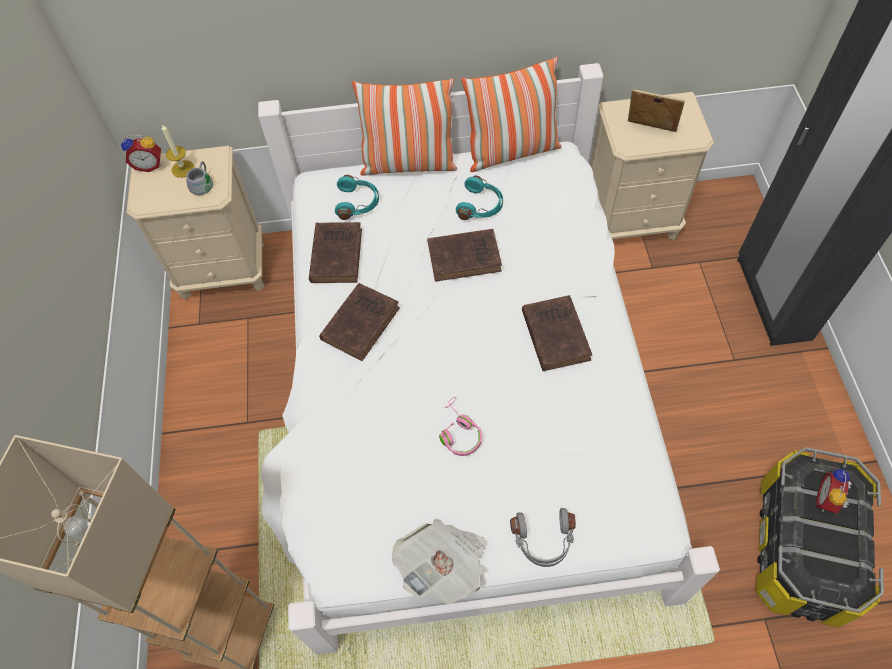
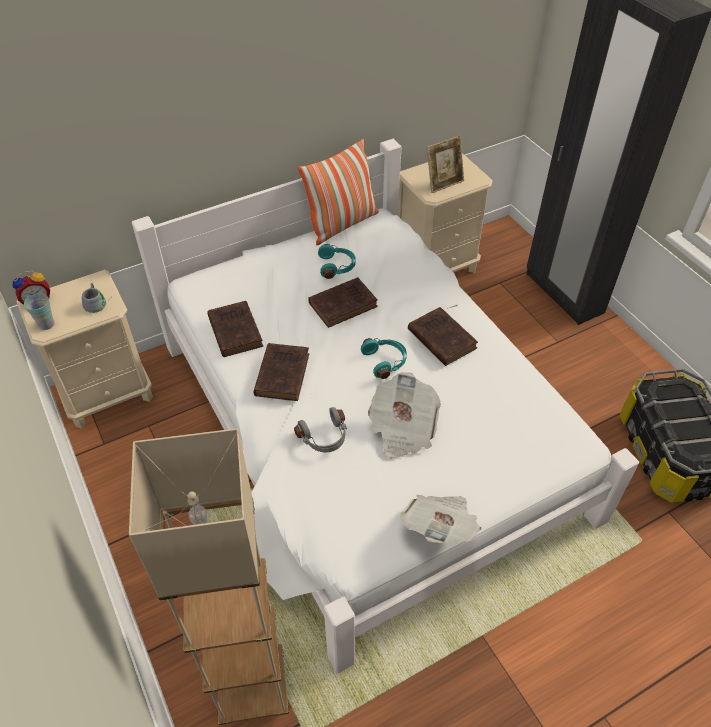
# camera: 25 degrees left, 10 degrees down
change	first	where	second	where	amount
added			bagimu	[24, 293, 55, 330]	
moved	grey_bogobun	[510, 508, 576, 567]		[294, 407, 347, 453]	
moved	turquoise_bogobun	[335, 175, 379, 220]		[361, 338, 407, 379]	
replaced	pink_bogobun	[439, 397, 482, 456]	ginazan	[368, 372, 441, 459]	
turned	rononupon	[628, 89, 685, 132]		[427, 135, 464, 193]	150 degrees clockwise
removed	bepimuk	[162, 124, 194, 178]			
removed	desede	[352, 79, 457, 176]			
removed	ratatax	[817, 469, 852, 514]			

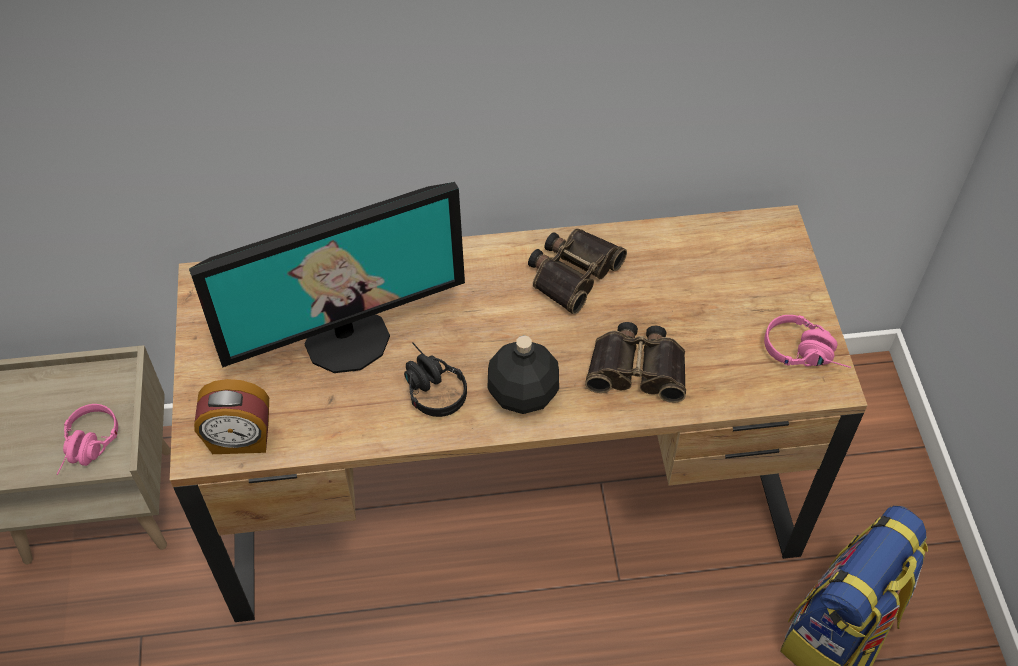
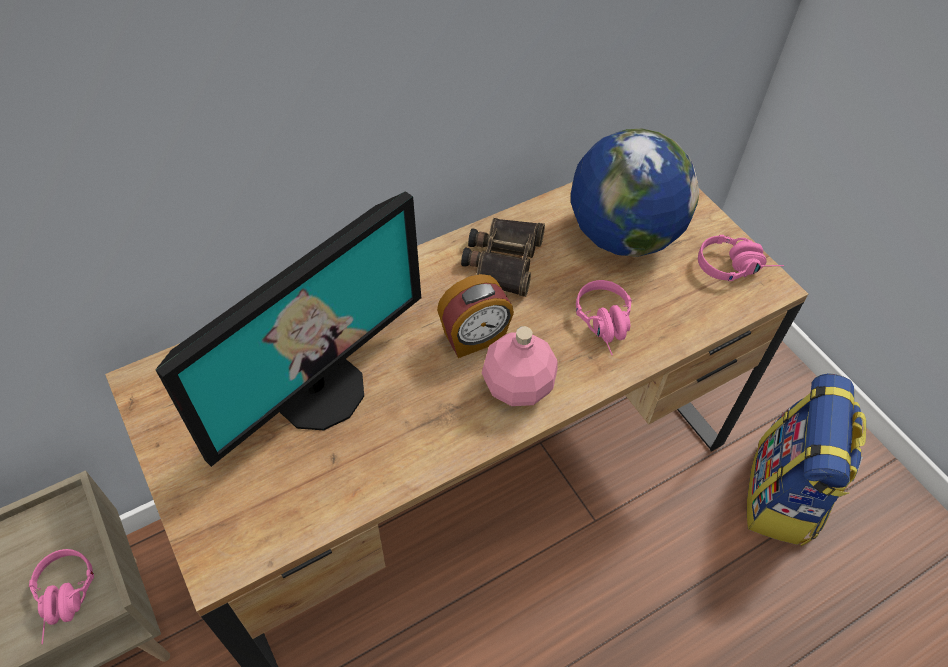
# camera: 25 degrees left, 0 degrees up
change	first	where	second	where	amount
moved	ratatax	[194, 379, 269, 454]		[437, 274, 514, 358]	
recoloured	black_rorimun	[487, 335, 559, 414]	pink_rorimun	[482, 326, 558, 406]	
added			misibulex	[571, 128, 699, 257]	
replaced	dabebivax	[585, 322, 686, 403]	pink_bogobun	[576, 280, 632, 355]	
removed	black_bogobun	[404, 342, 467, 417]			

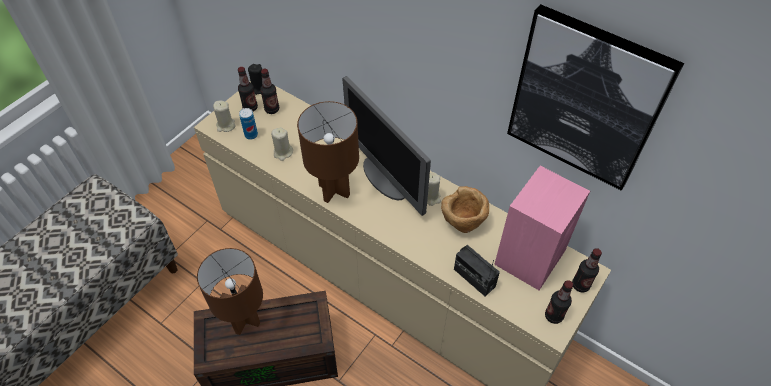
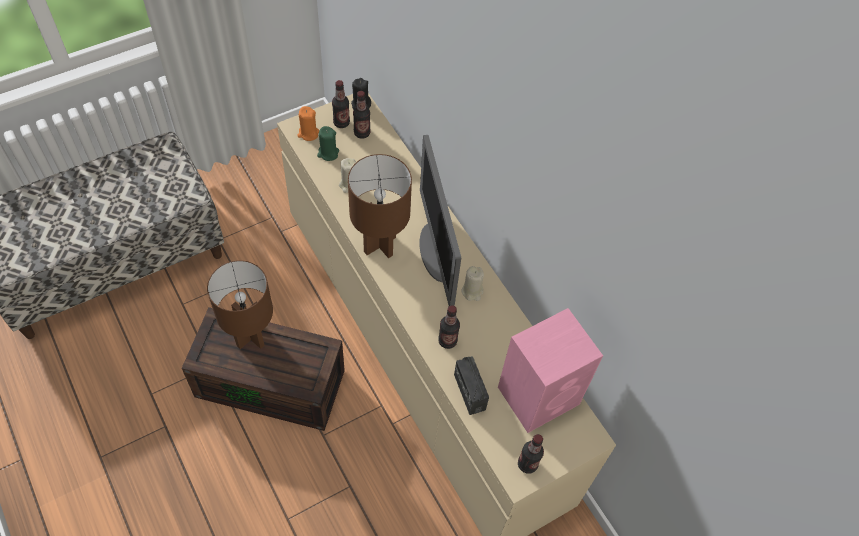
# camera: 20 degrees right, 5 degrees up
change	first	where	second	where	amount
recoloured	beige_bepimuk	[213, 100, 236, 132]	orange_bepimuk	[298, 106, 319, 141]	
replaced	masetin	[239, 108, 258, 140]	green_bepimuk	[317, 126, 339, 161]	
moved	rorimun	[572, 248, 602, 293]		[438, 305, 460, 349]	
removed	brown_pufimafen	[441, 186, 489, 233]			
removed	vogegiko	[507, 4, 684, 191]			

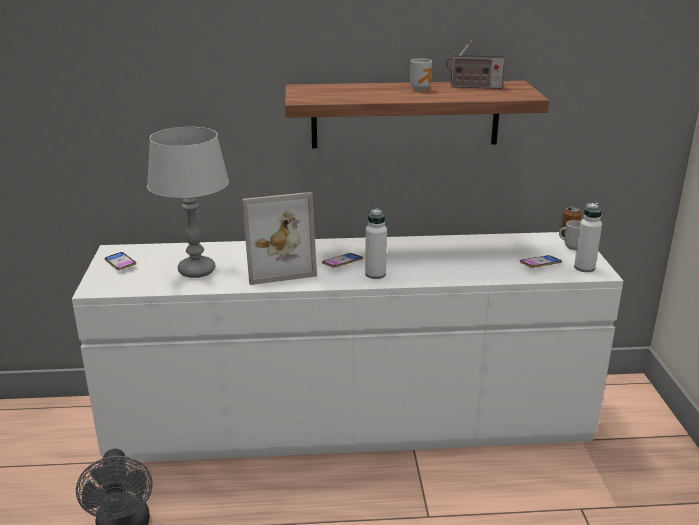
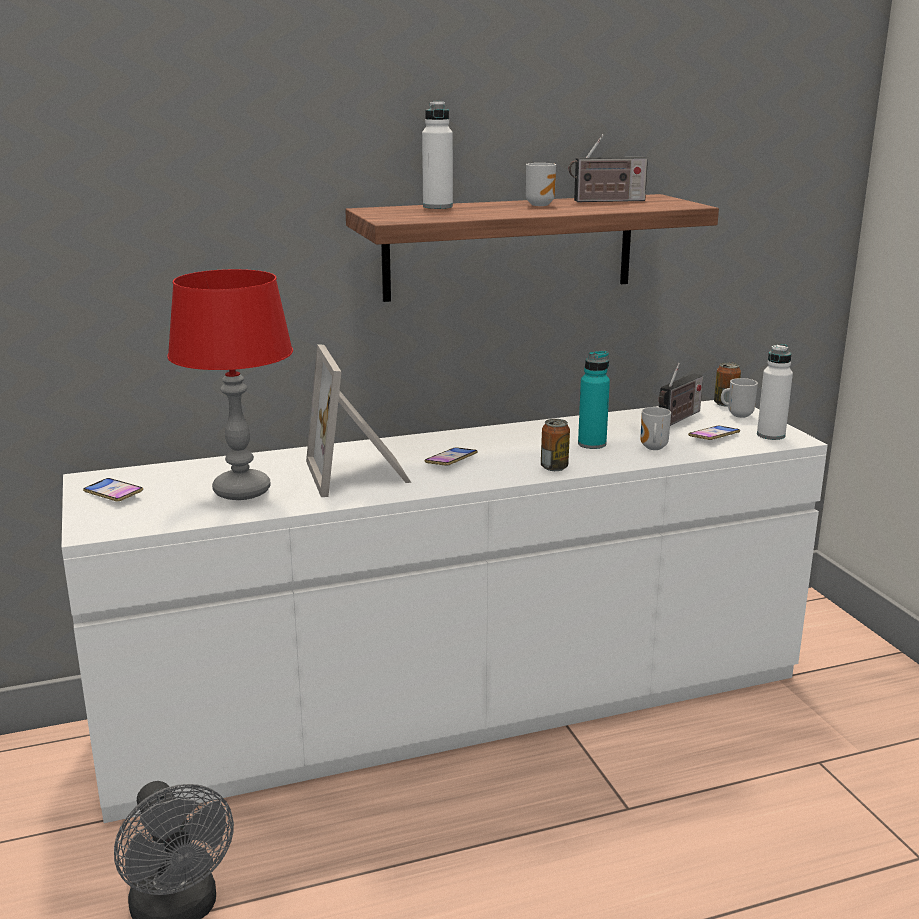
# camera: 15 degrees left, 5 degrees down
change	first	where	second	where	amount
recoloured	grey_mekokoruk	[147, 127, 229, 278]	red_mekokoruk	[167, 269, 293, 500]	
turned	rononupon	[242, 192, 317, 285]		[306, 344, 411, 497]	105 degrees clockwise
moved	white_rorimun	[365, 208, 387, 279]		[422, 101, 453, 209]	
added			masetin	[541, 419, 570, 471]	
added			turquoise_rorimun	[578, 351, 610, 449]	
added			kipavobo	[640, 407, 671, 450]	
added			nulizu	[659, 363, 703, 426]	

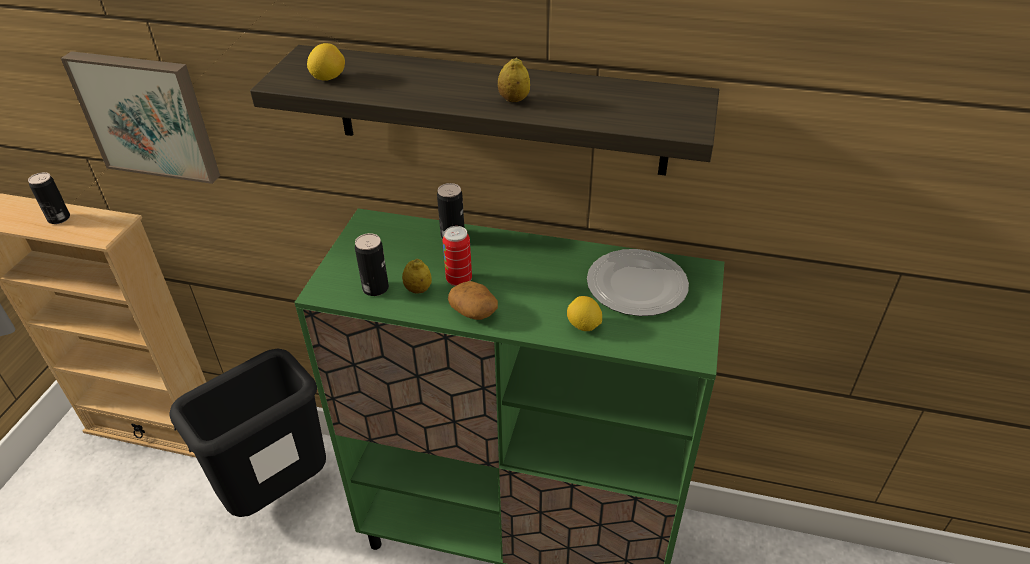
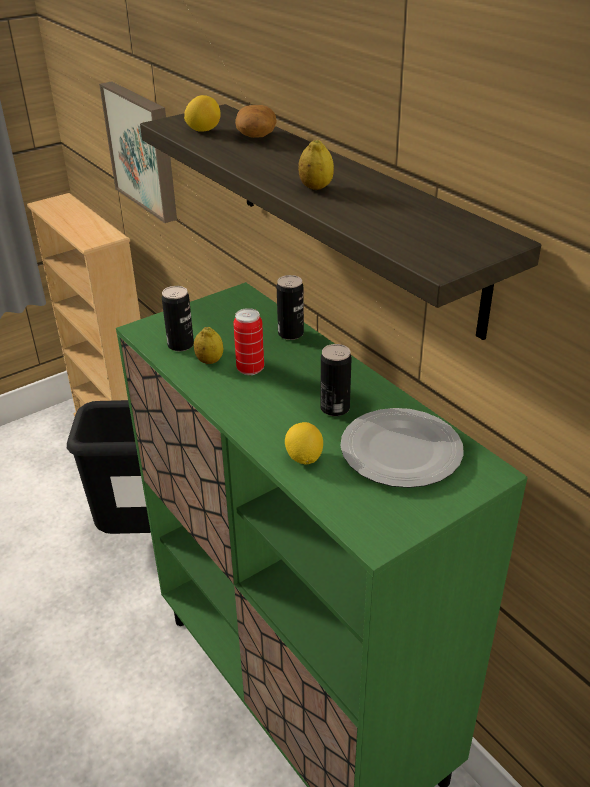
# camera: 40 degrees right, 5 degrees down
change	first	where	second	where	amount
moved	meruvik	[448, 281, 498, 320]		[235, 105, 276, 138]	
moved	masetin	[28, 172, 70, 224]		[320, 344, 352, 416]	

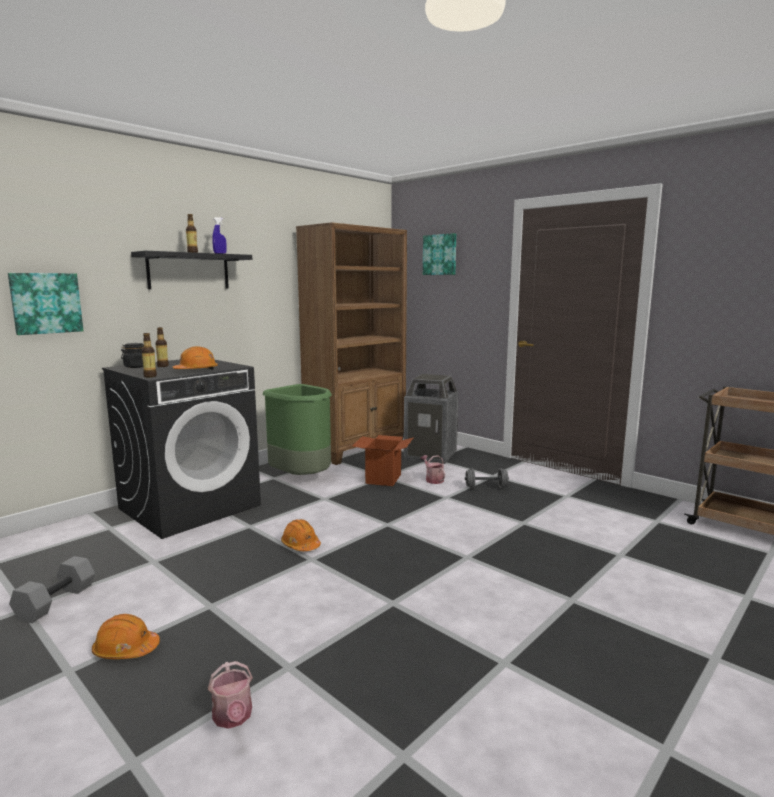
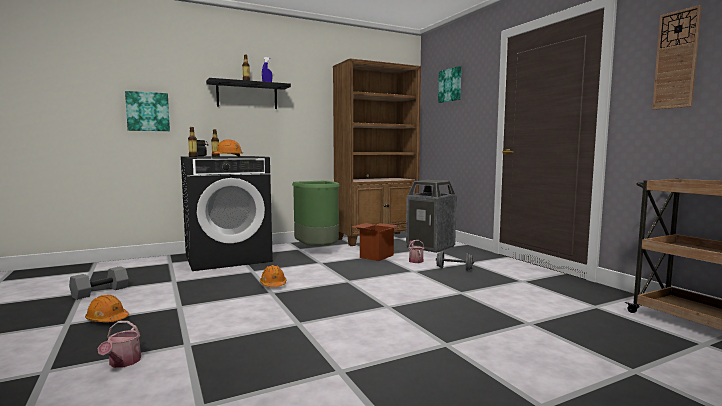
# camera: 20 degrees right, 5 degrees down
change	first	where	second	where	amount
added			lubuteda	[652, 5, 702, 110]	

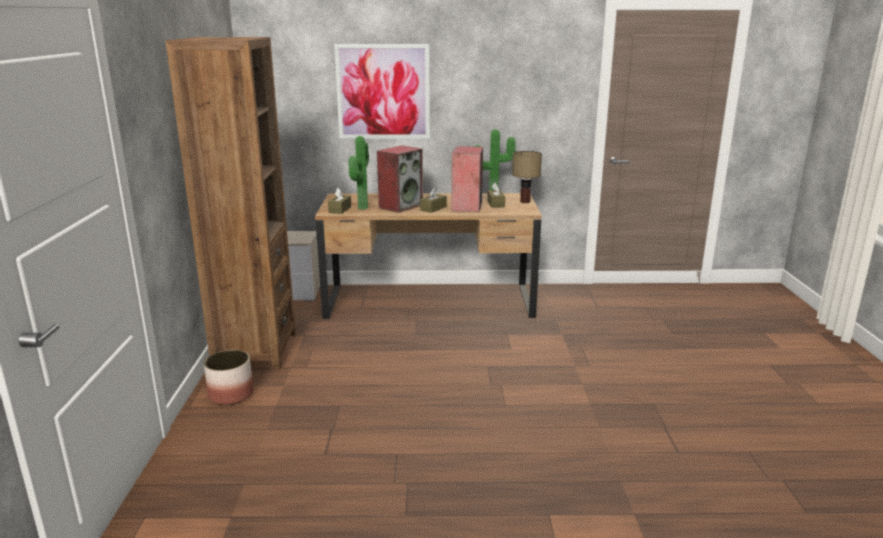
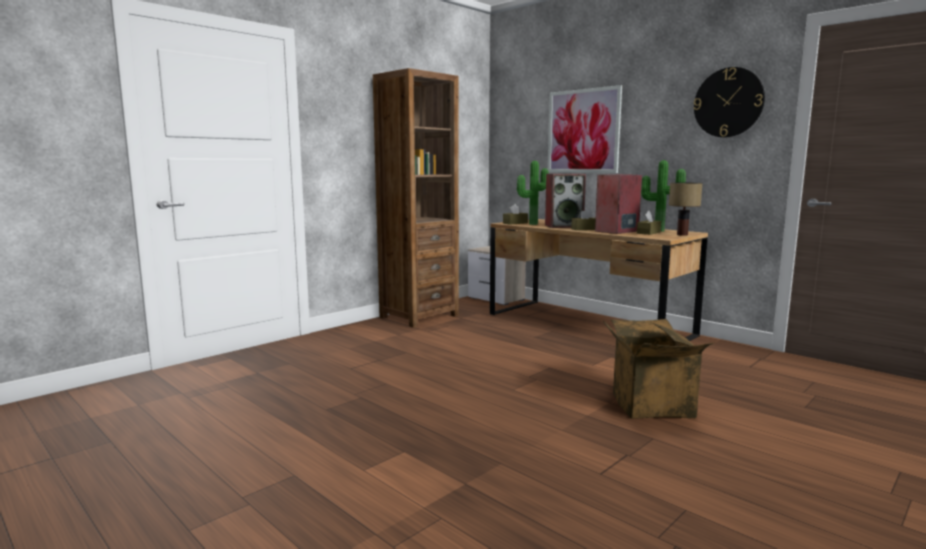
# camera: 45 degrees right, 10 degrees down
change	first	where	second	where	amount
added			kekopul	[603, 319, 714, 419]	
added			lubuteda	[693, 67, 765, 137]	
removed	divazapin	[204, 350, 254, 405]			

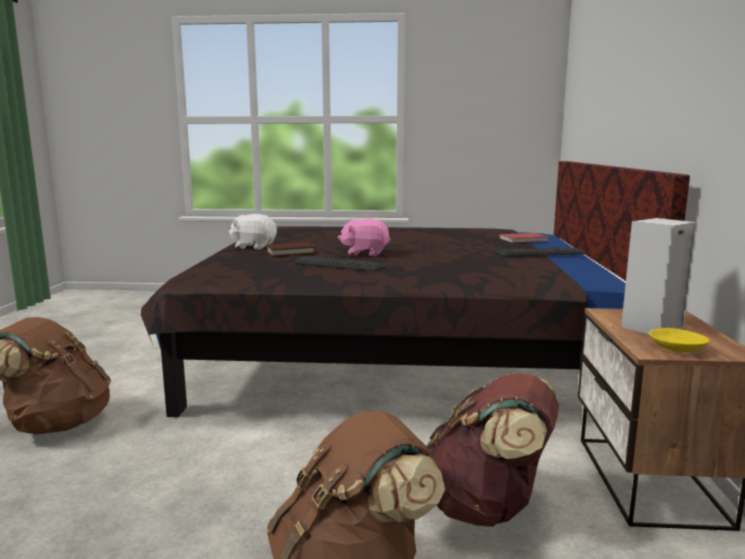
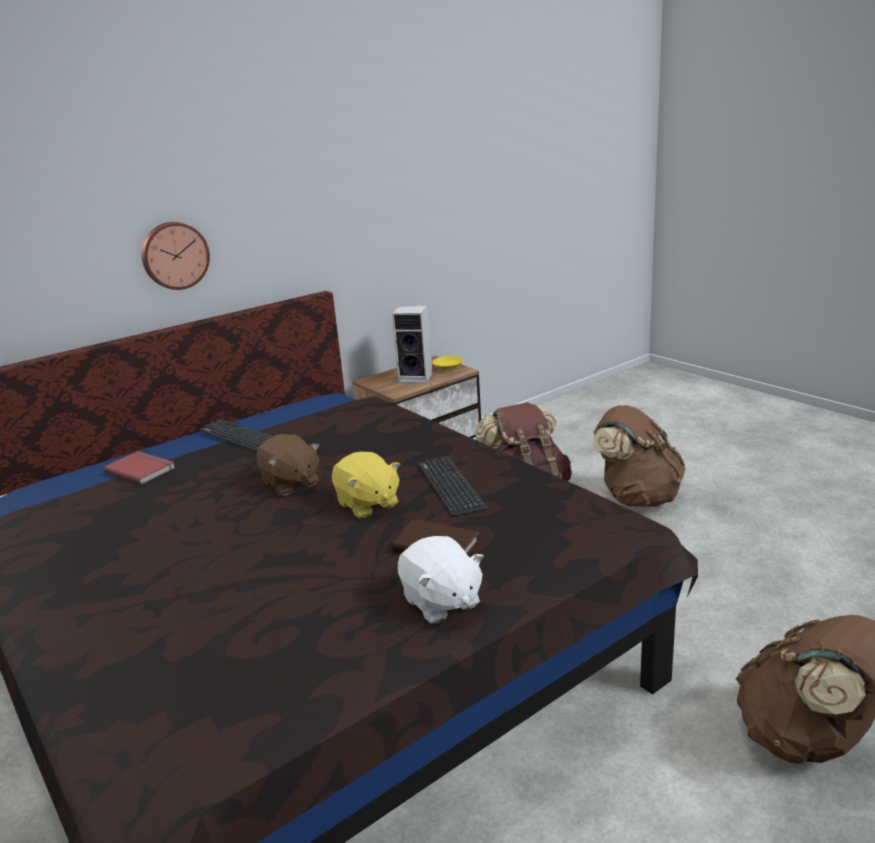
# camera: 130 degrees left, 10 degrees up
change	first	where	second	where	amount
added			lubuteda	[142, 222, 210, 290]	
added			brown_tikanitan	[256, 434, 320, 496]	
recoloured	pink_tikanitan	[338, 218, 390, 256]	yellow_tikanitan	[332, 452, 400, 518]	

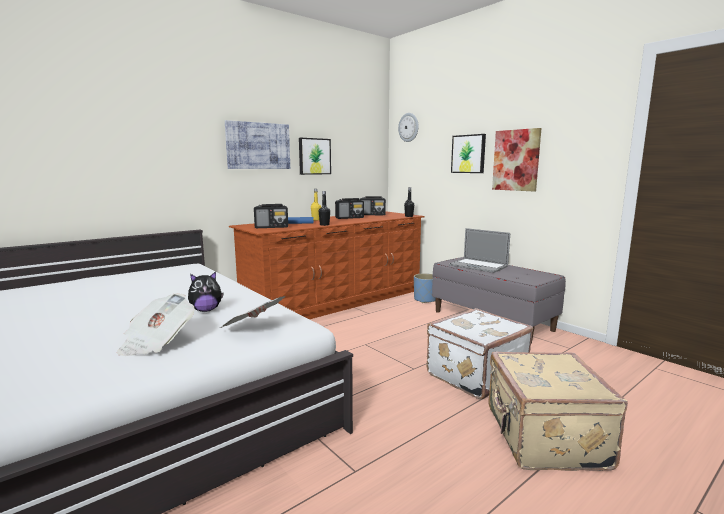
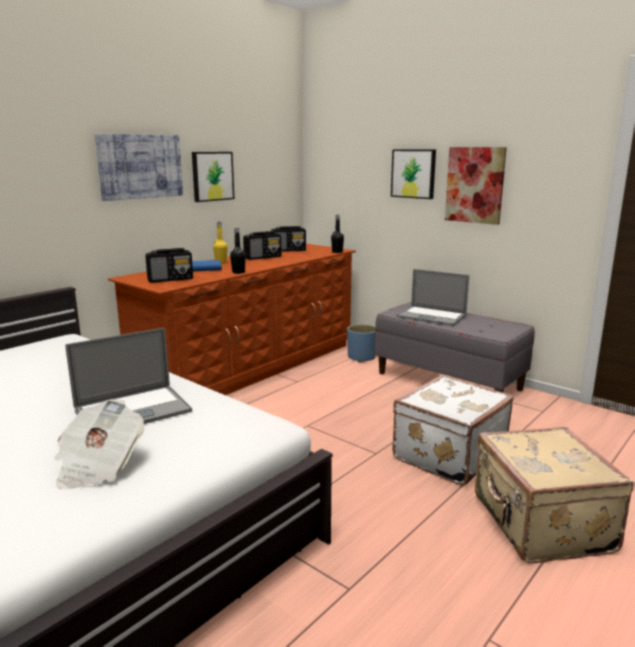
# camera: 10 degrees left, 5 degrees up
change	first	where	second	where	amount
replaced	tikanitan	[188, 272, 224, 312]	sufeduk	[65, 328, 192, 424]	
removed	ginazan	[220, 296, 286, 328]			
removed	lubuteda	[398, 113, 419, 142]			

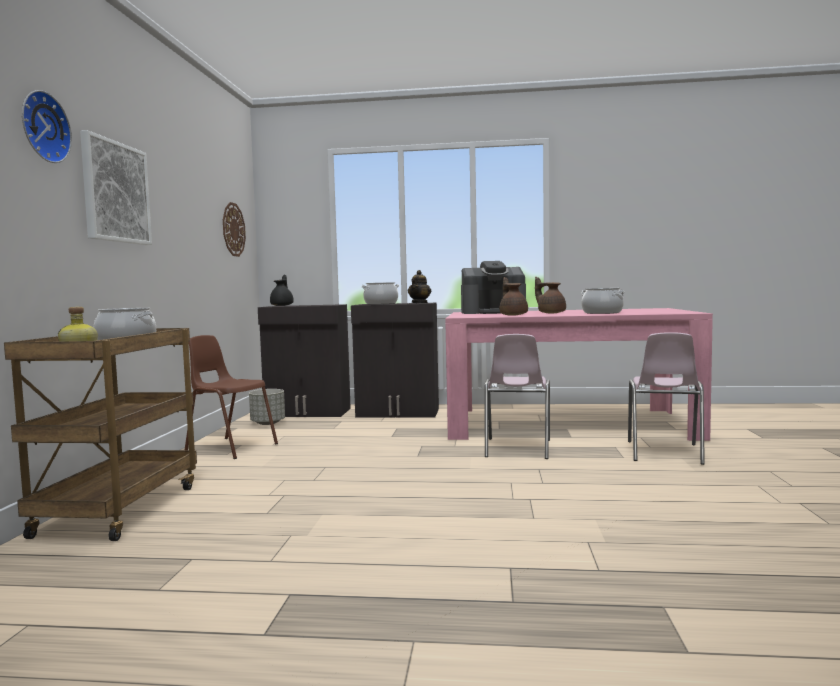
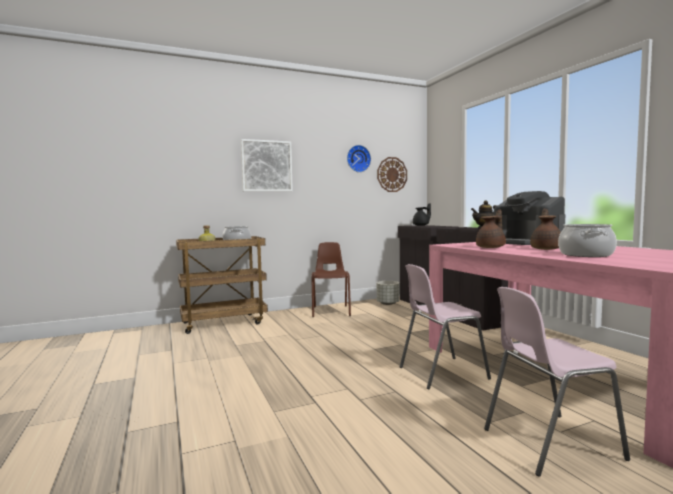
# camera: 60 degrees right, 0 degrees up
change	first	where	second	where	amount
moved	lubuteda	[22, 90, 72, 163]		[347, 145, 371, 172]	
removed	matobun	[362, 282, 399, 305]			

